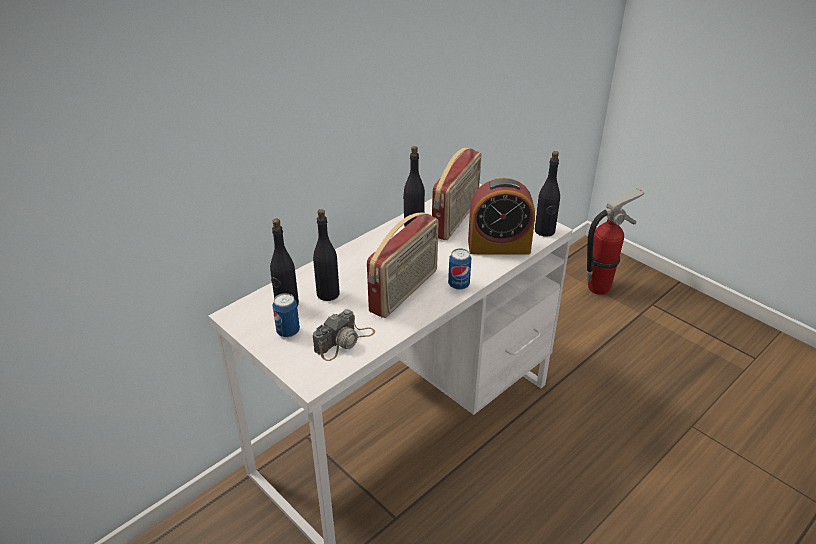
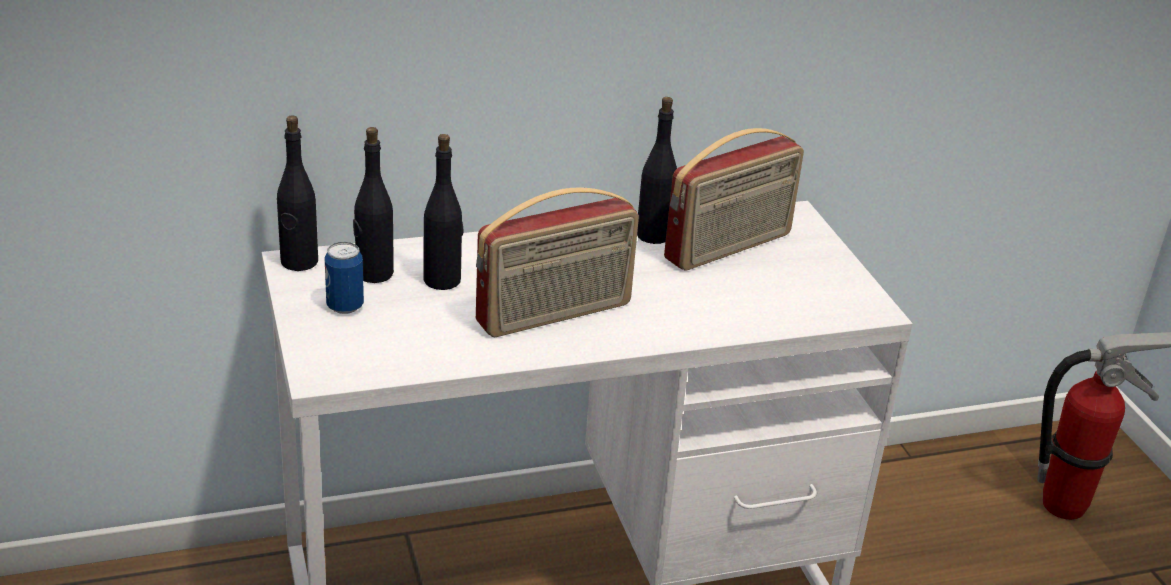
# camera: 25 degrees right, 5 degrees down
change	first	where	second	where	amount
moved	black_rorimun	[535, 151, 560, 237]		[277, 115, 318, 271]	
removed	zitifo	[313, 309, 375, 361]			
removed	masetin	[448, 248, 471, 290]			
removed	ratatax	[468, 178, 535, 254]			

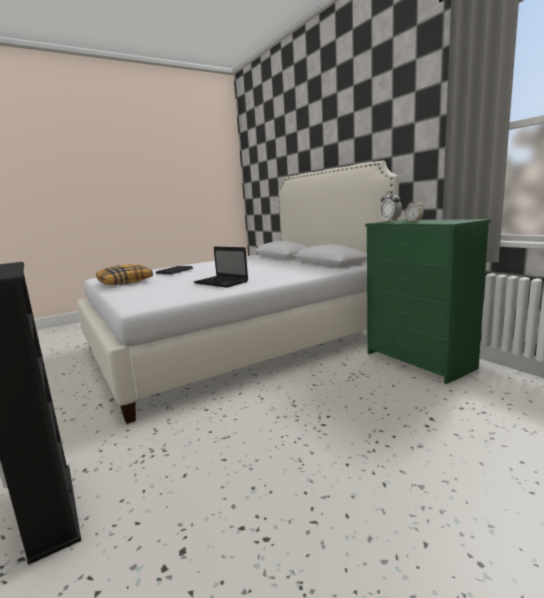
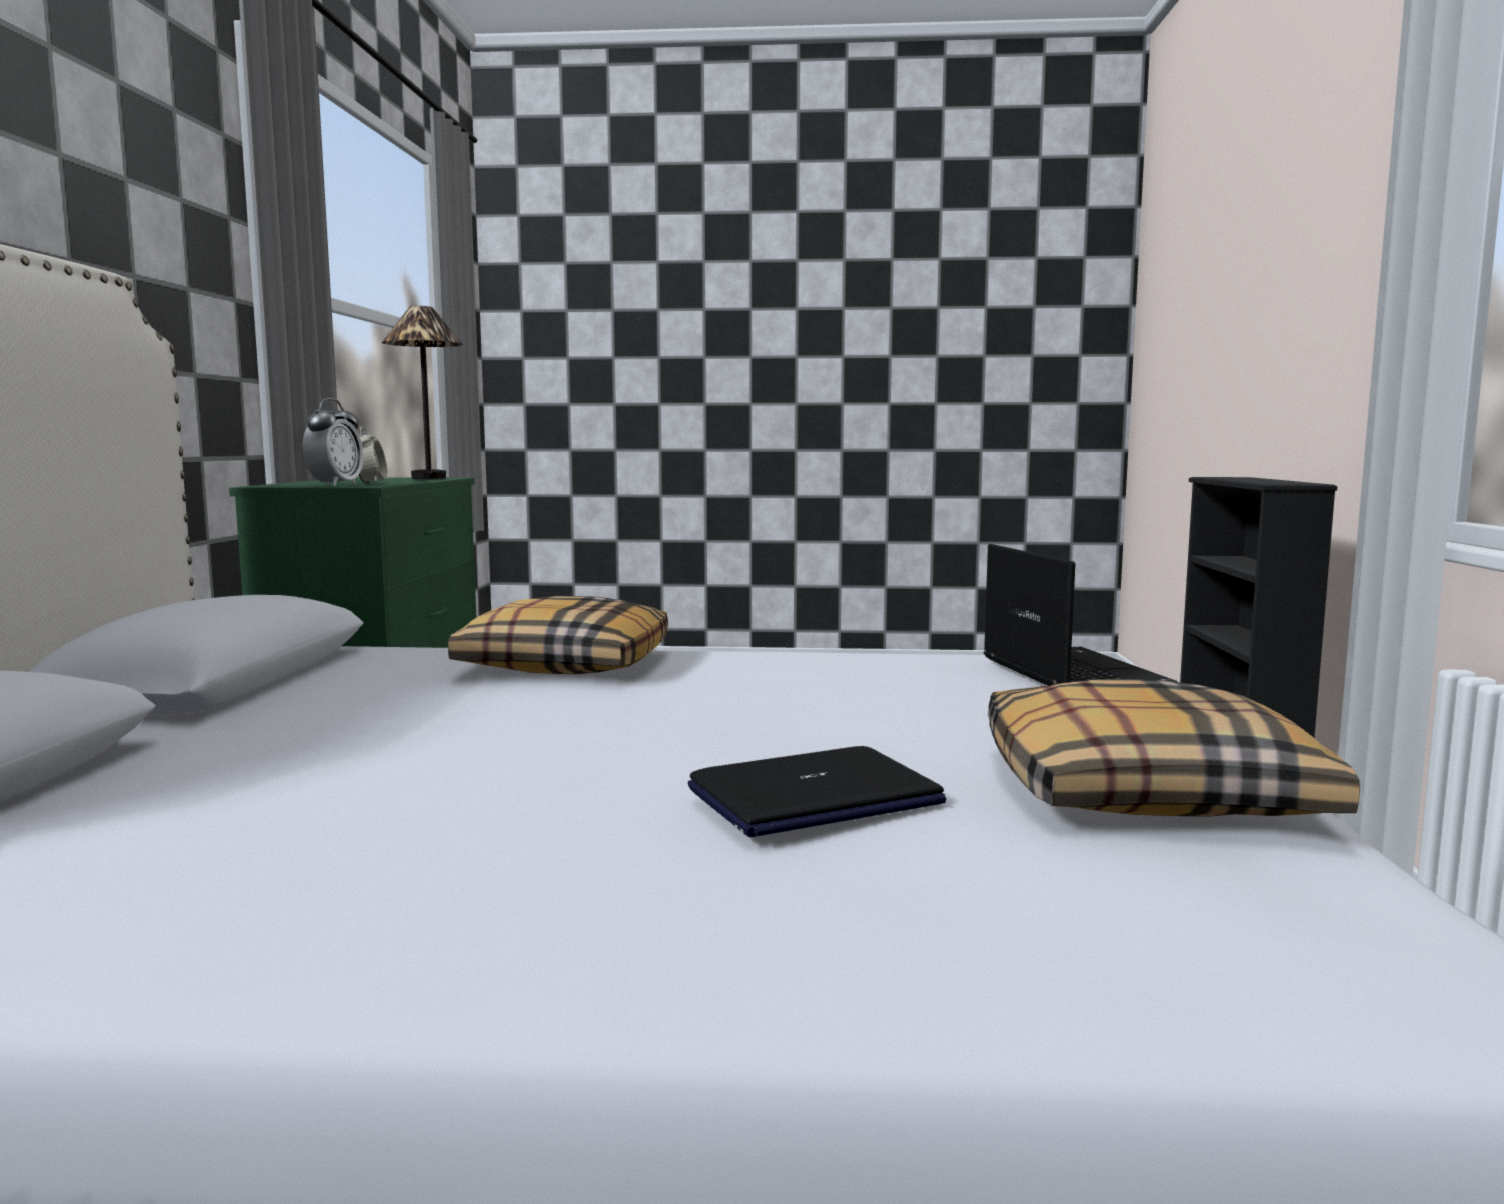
# camera: 145 degrees left, 5 degrees down
change	first	where	second	where	amount
added			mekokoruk	[382, 306, 463, 479]	
added			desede	[448, 596, 668, 674]	
moved	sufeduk	[194, 246, 248, 288]		[984, 544, 1177, 686]	

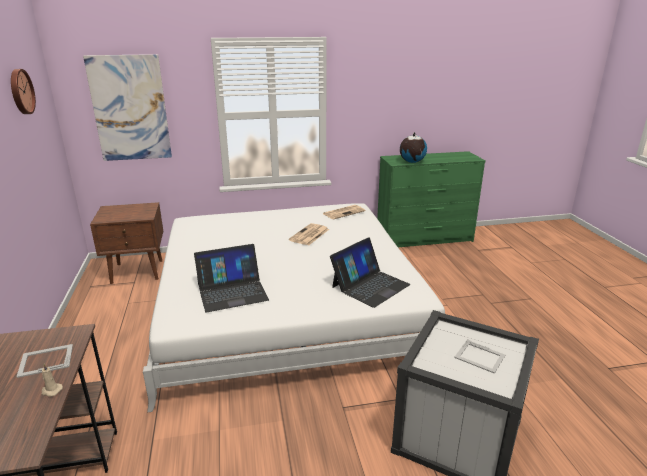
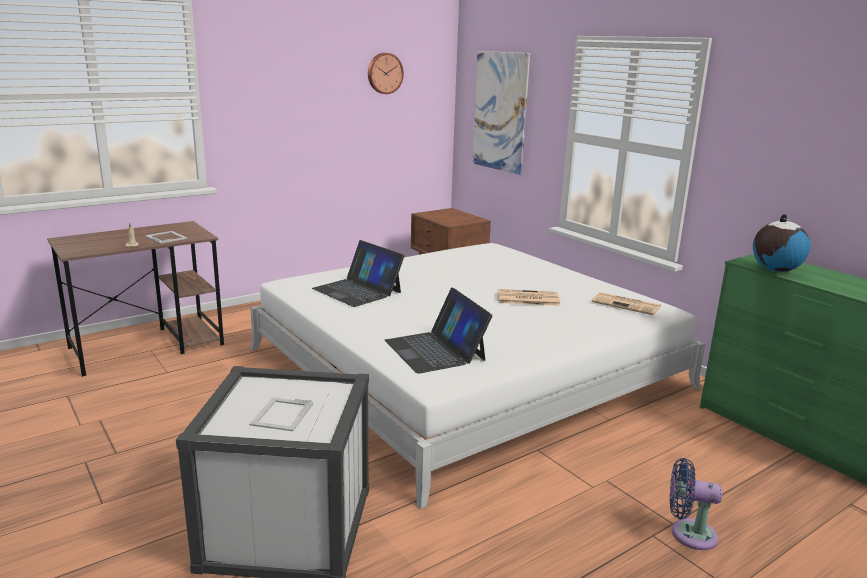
# camera: 65 degrees right, 5 degrees down
change	first	where	second	where	amount
turned	sufeduk	[330, 237, 410, 308]		[384, 288, 493, 374]	45 degrees clockwise
added			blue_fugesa	[670, 458, 722, 550]	

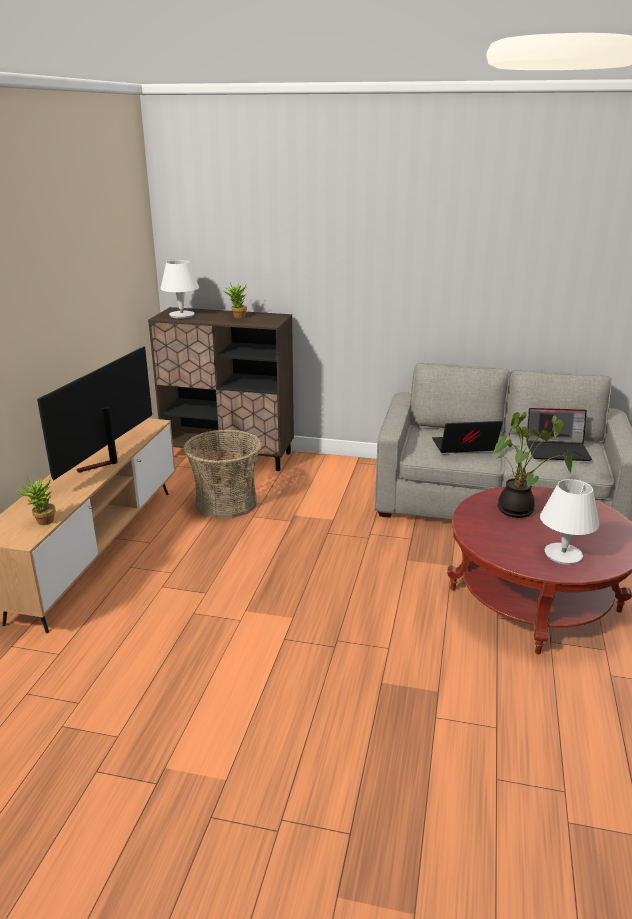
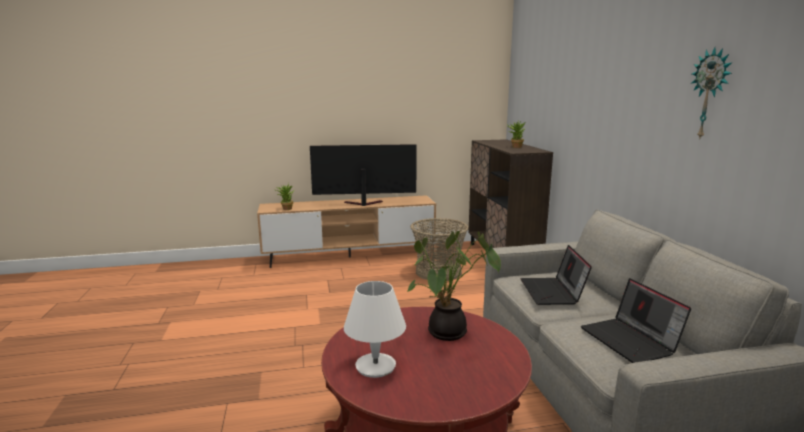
# camera: 65 degrees right, 10 degrees down
change	first	where	second	where	amount
turned	sufeduk	[432, 421, 503, 453]		[520, 245, 592, 305]	150 degrees counterclockwise
added			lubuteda	[692, 47, 732, 140]	
removed	white_mekokoruk	[160, 260, 199, 319]			

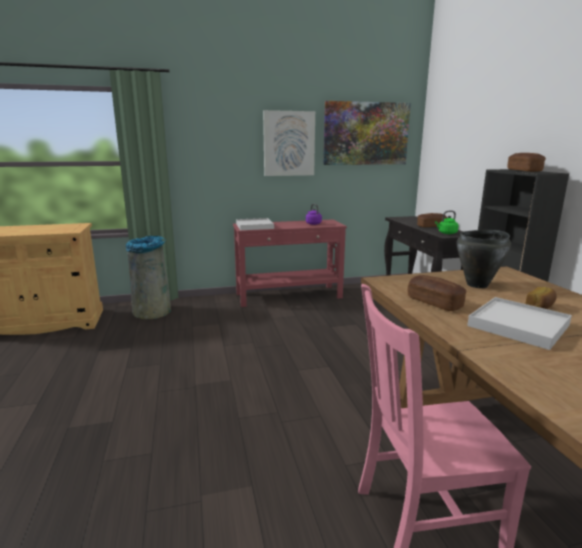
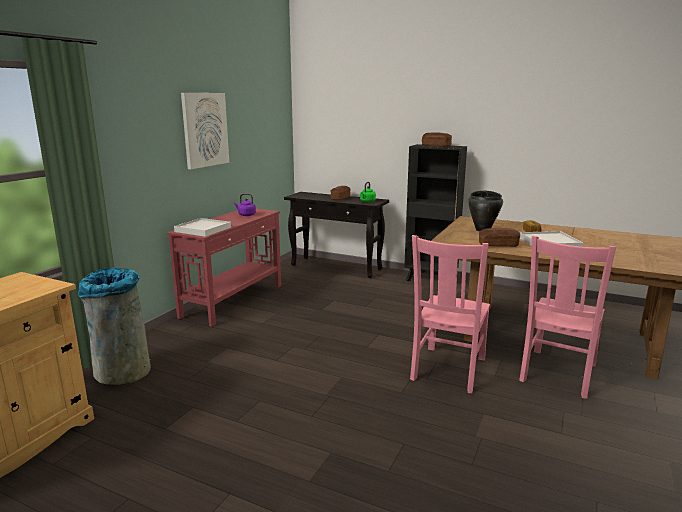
# camera: 50 degrees left, 0 degrees up
change	first	where	second	where	amount
added			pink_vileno	[410, 235, 490, 393]	
removed	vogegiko	[323, 101, 411, 165]			

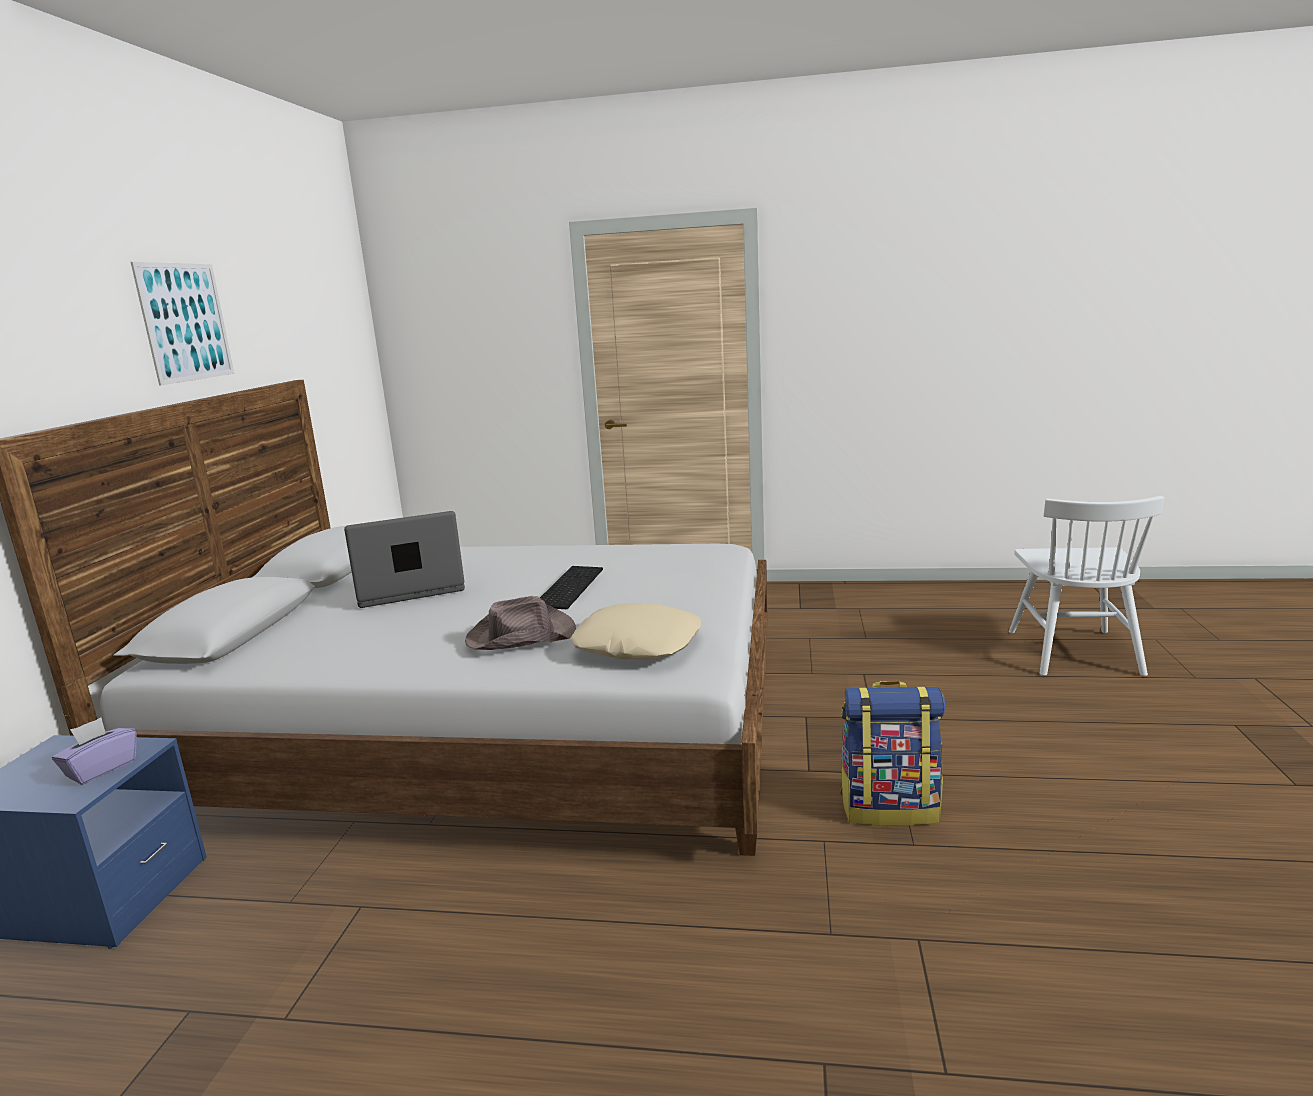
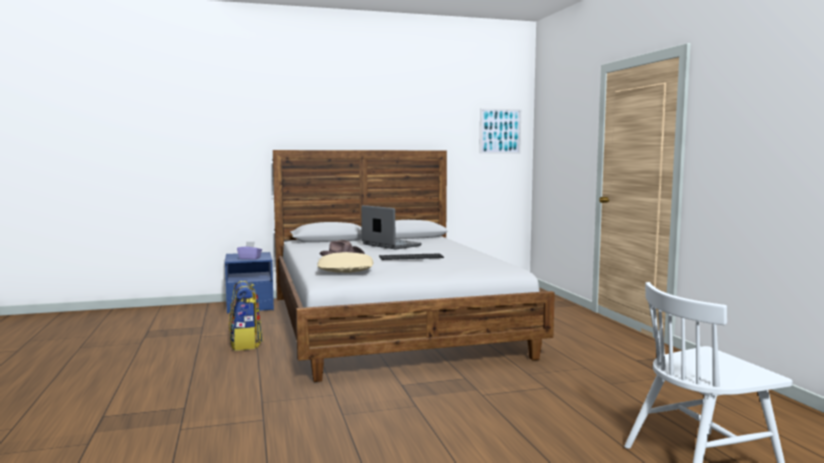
# camera: 65 degrees right, 10 degrees down
change	first	where	second	where	amount
moved	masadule	[840, 681, 945, 825]		[229, 280, 263, 351]	
moved	vogegiko	[131, 262, 234, 386]		[479, 108, 521, 154]	

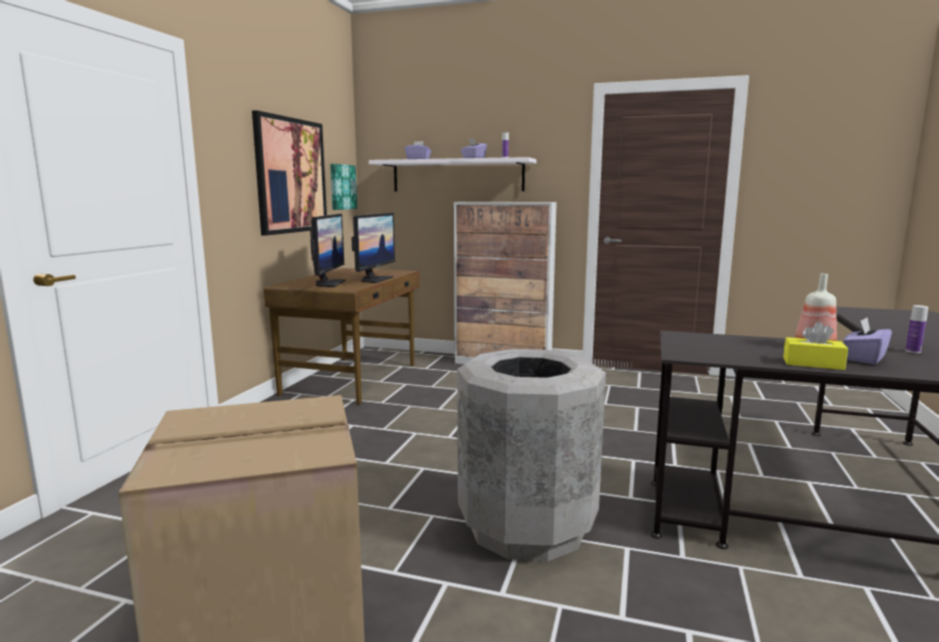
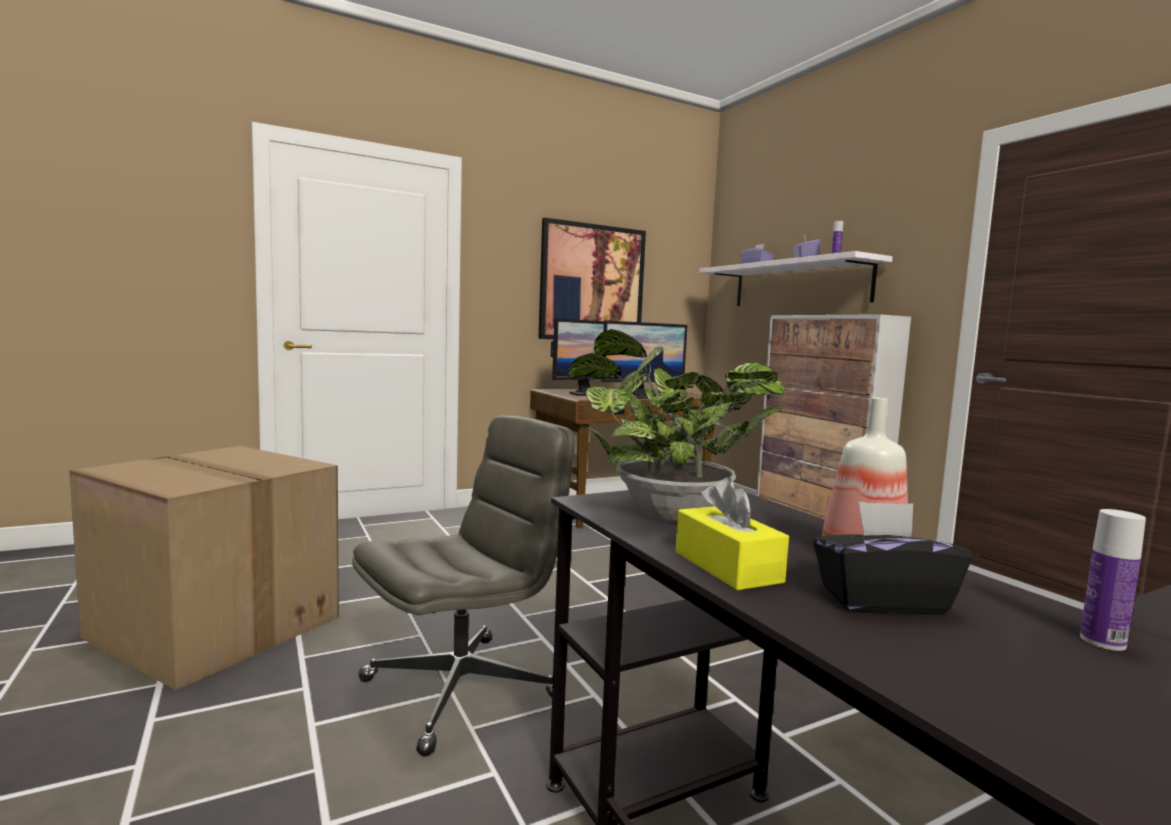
# camera: 45 degrees right, 5 degrees down
change	first	where	second	where	amount
replaced	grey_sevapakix	[457, 349, 606, 561]	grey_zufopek	[352, 416, 575, 757]	
added			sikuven	[568, 329, 786, 521]	
recoloured	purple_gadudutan	[843, 318, 892, 364]	black_gadudutan	[813, 501, 972, 614]	
removed	vogegiko	[330, 164, 357, 210]			

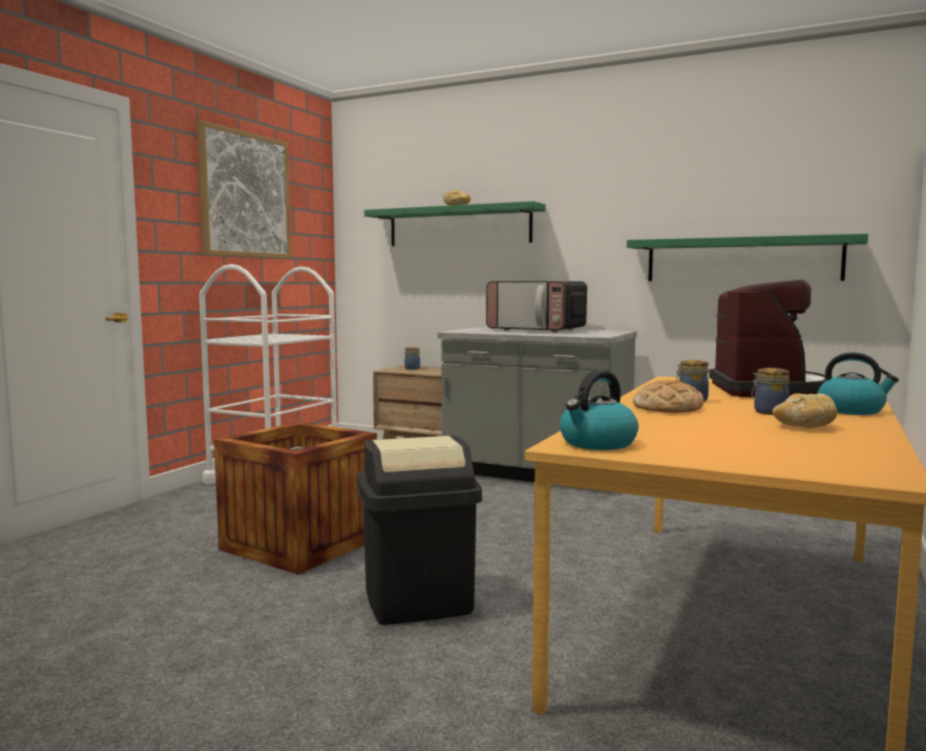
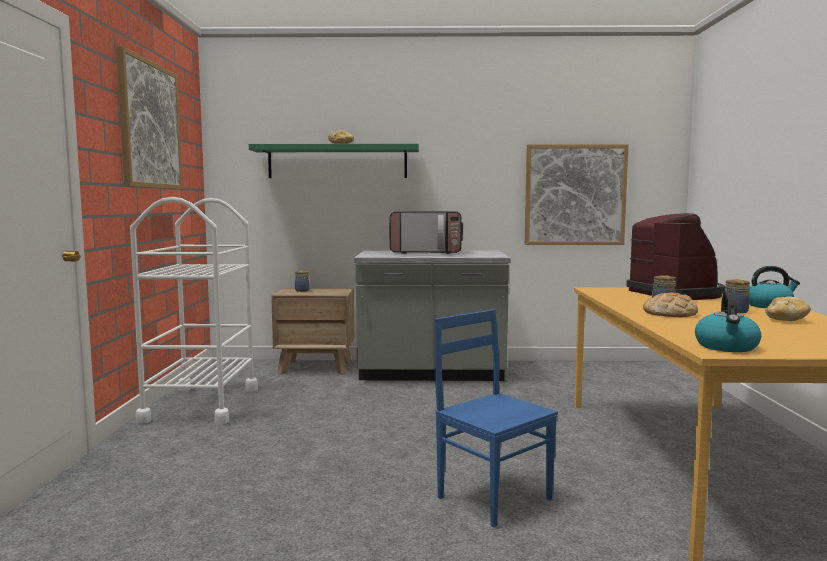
# camera: 25 degrees left, 0 degrees up
change	first	where	second	where	amount
replaced	black_sevapakix	[357, 435, 482, 625]	blue_vileno	[435, 309, 558, 527]	
replaced	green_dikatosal	[627, 234, 868, 281]	vogegiko	[525, 144, 629, 245]	
removed	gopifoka	[214, 422, 377, 575]			

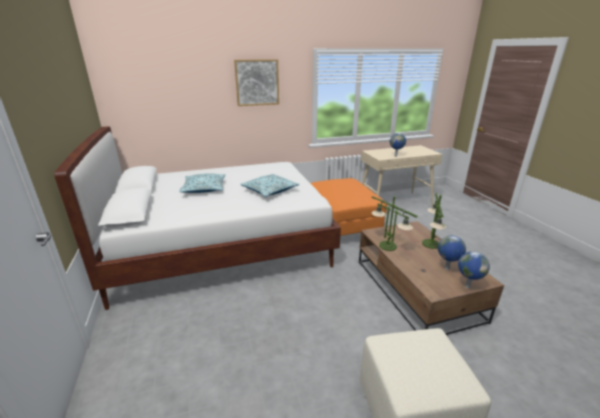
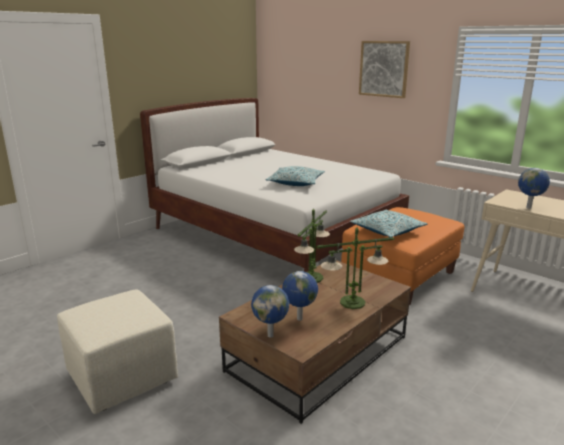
# camera: 60 degrees right, 5 degrees down
change	first	where	second	where	amount
moved	desede	[179, 173, 225, 193]		[350, 210, 427, 237]	

